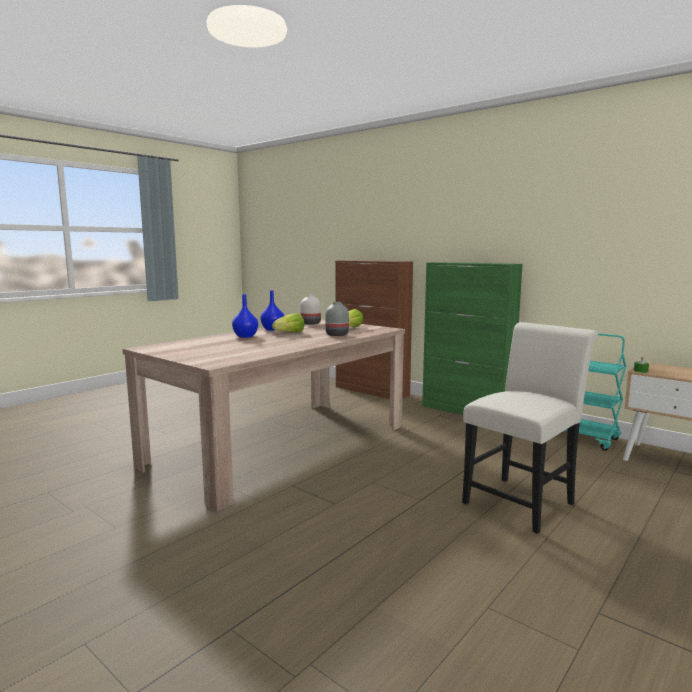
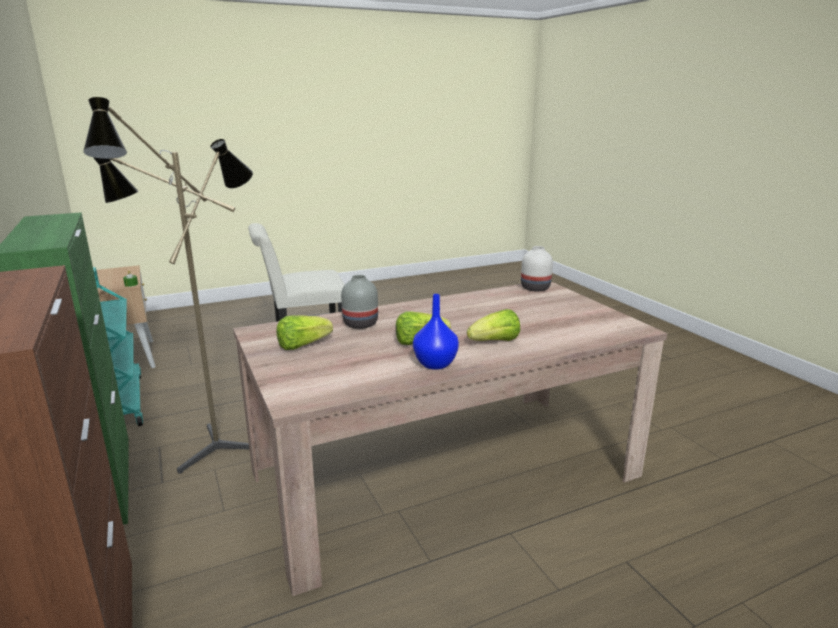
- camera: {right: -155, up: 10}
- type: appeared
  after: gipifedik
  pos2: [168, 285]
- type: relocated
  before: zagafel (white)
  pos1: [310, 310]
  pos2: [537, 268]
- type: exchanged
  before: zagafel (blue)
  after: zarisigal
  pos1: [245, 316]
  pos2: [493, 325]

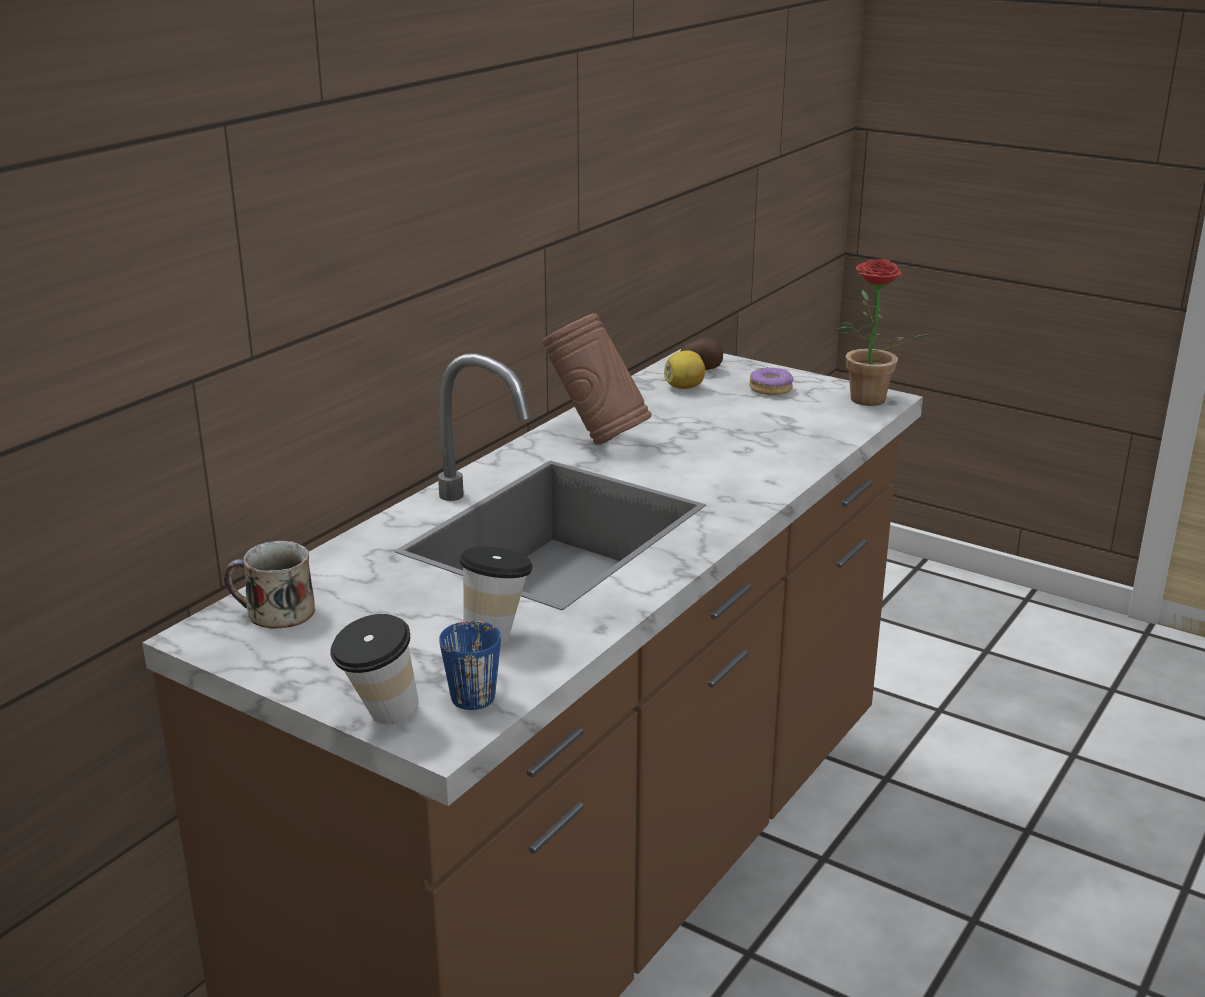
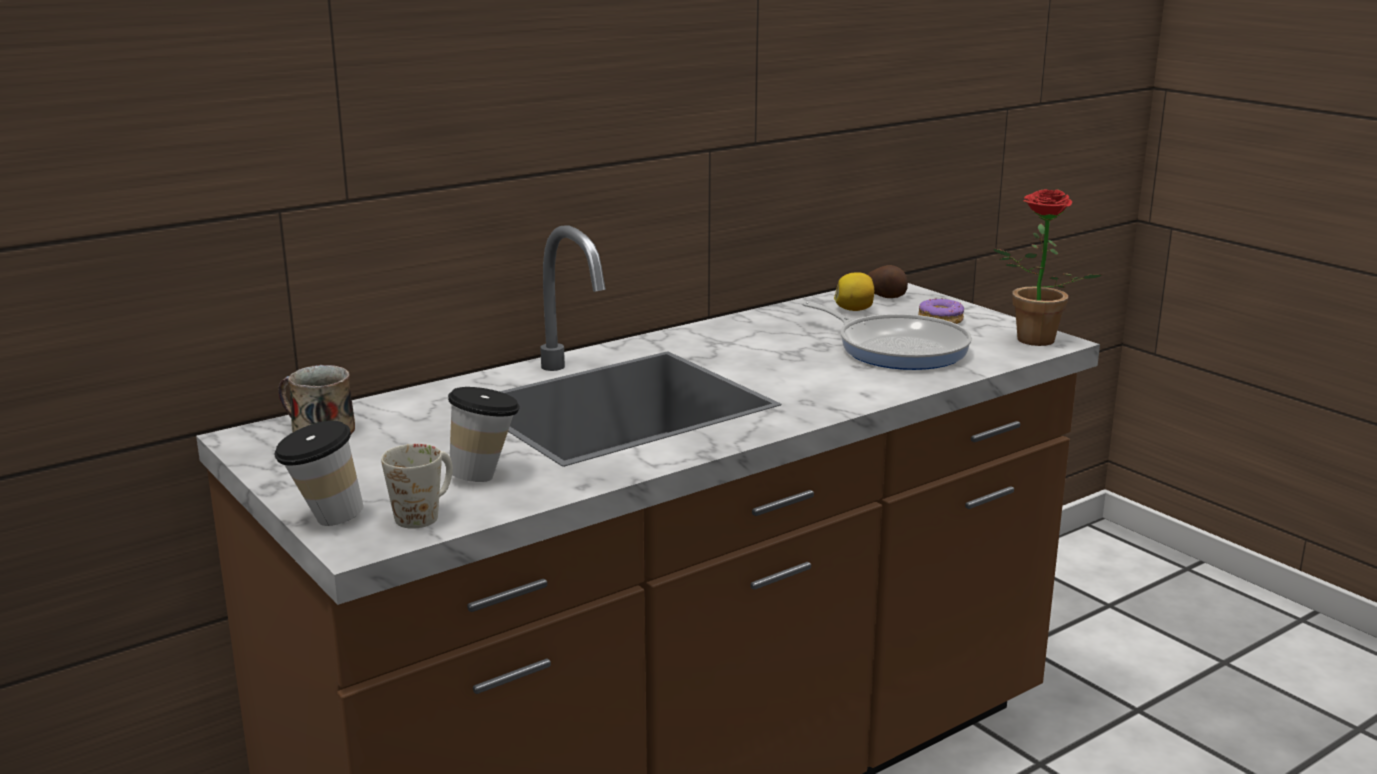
- camera: {right: 20, up: -5}
- type: missing
  before: zagafel (brown)
  pos1: [597, 379]
- type: appeared
  after: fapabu
  pos2: [887, 335]
- type: colour
  before: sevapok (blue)
  after: sevapok (white)
  pos1: [470, 665]
  pos2: [417, 486]

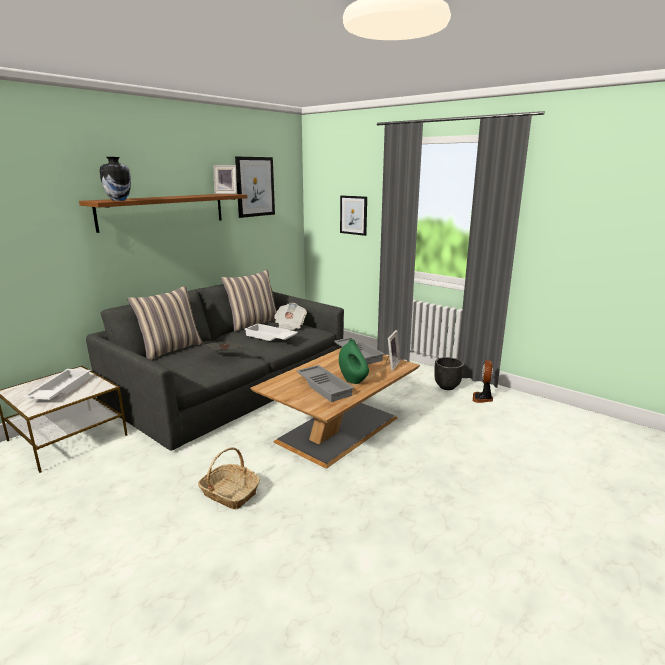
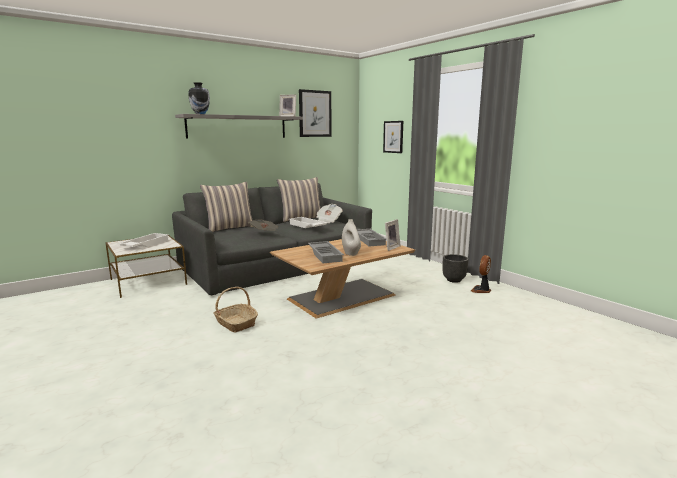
- camera: {right: 15, up: -5}
- type: colour
  before: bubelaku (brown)
  after: bubelaku (grey)
  pos1: [163, 213]
  pos2: [239, 126]
- type: colour
  before: zagafel (green)
  after: zagafel (white)
  pos1: [354, 361]
  pos2: [351, 237]

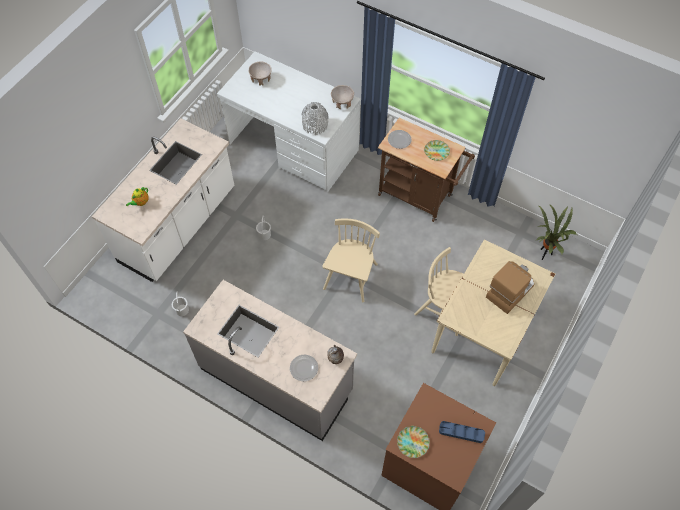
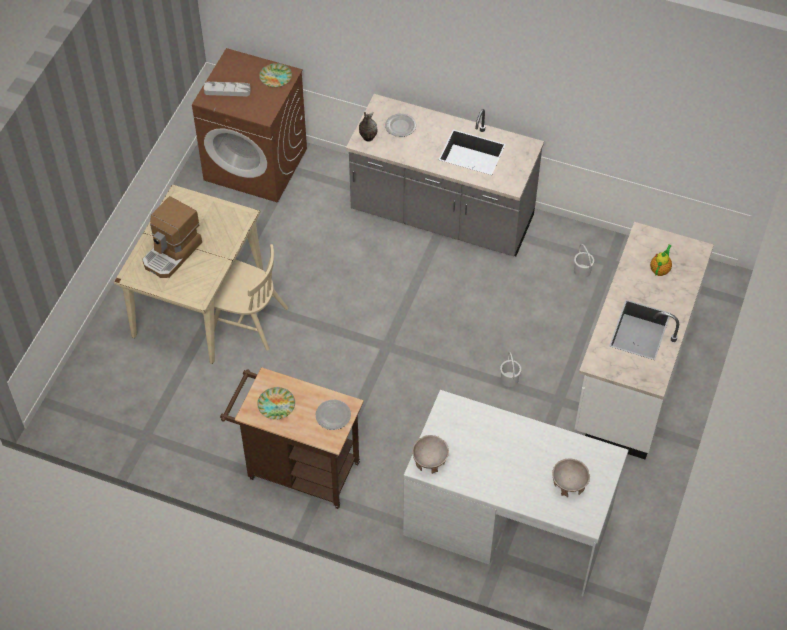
- camera: {right: 170, up: -5}
- type: missing
  before: zagafel (grey)
  pos1: [315, 118]
- type: missing
  before: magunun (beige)
  pos1: [351, 260]
- type: missing
  before: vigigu
  pos1: [556, 232]
- type: colour
  before: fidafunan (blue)
  after: fidafunan (grey)
  pos1: [462, 432]
  pos2: [227, 89]

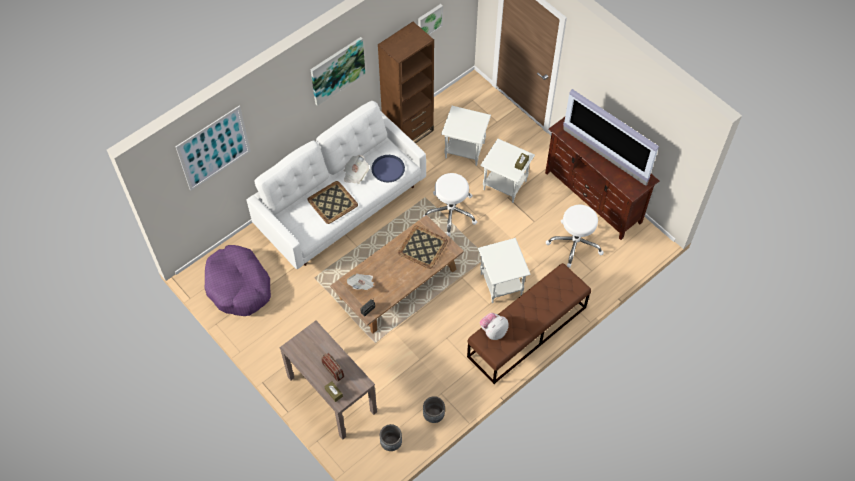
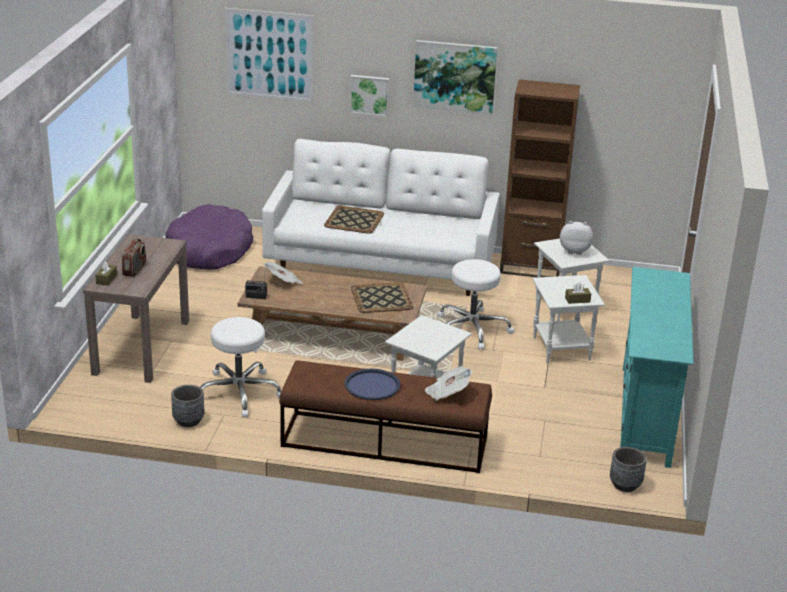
- camera: {right: 50, up: -30}
- type: missing
  before: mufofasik
  pos1: [611, 137]
- type: relocated
  before: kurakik
  pos1: [356, 169]
  pos2: [449, 383]
- type: relocated
  before: fidafunan (blue)
  pos1: [388, 169]
  pos2: [372, 384]
- type: relocated
  before: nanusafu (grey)
  pos1: [391, 437]
  pos2: [628, 469]
- type: relocated
  before: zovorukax
  pos1: [430, 19]
  pos2: [370, 96]
- type: relocated
  before: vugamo
  pos1: [494, 326]
  pos2: [576, 238]
- type: relocated
  before: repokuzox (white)
  pos1: [575, 236]
  pos2: [240, 367]
- type: colour
  before: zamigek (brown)
  after: zamigek (turquoise)
  pos1: [602, 178]
  pos2: [657, 367]

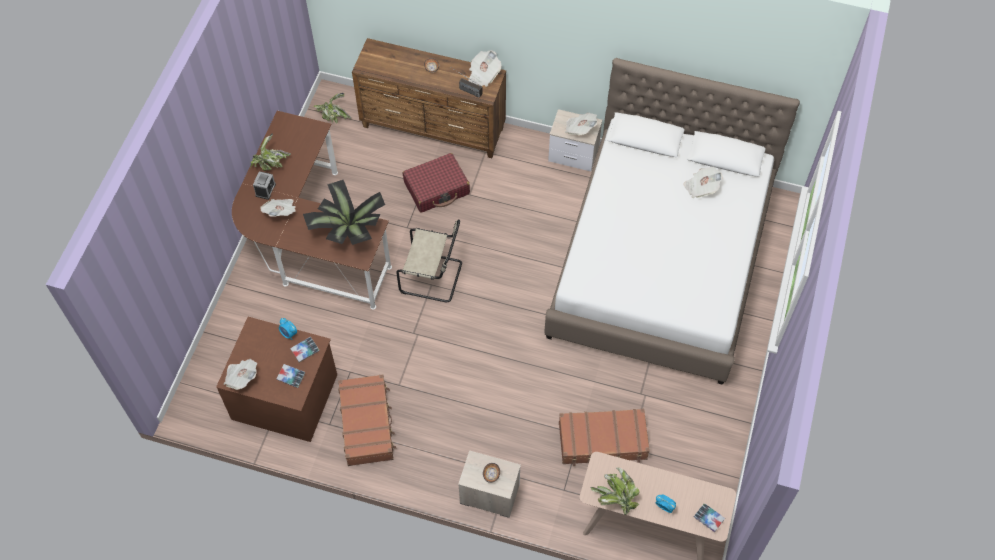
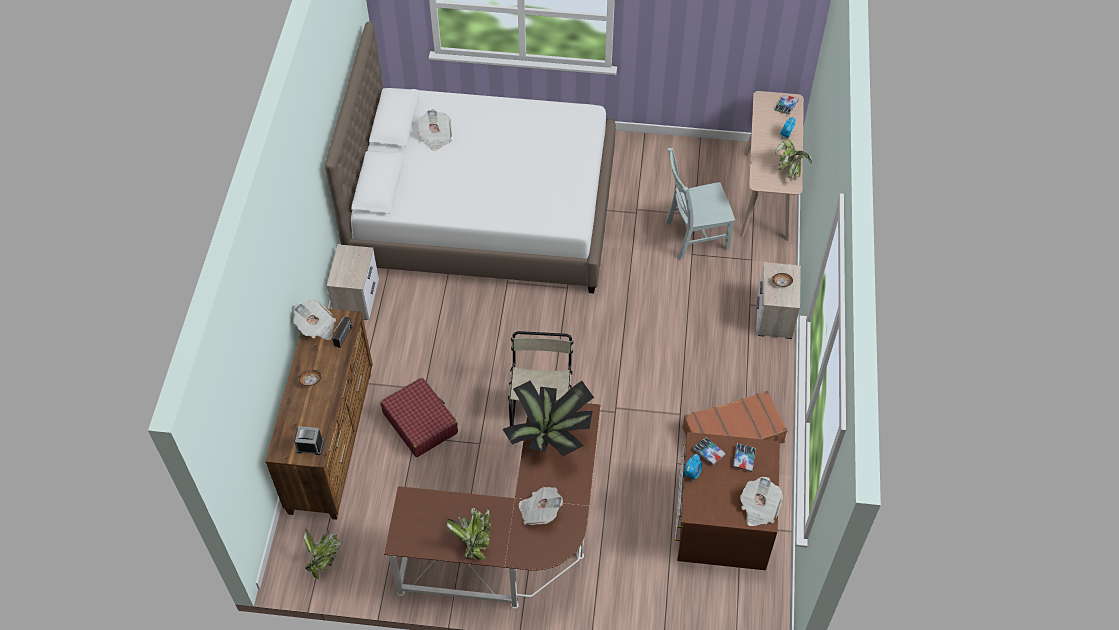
- camera: {right: -100, up: -5}
- type: missing
  before: kurakik
  pos1: [581, 124]
- type: relocated
  before: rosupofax
  pos1: [264, 186]
  pos2: [309, 440]
- type: exchanged
  before: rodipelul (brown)
  after: magunun (grey)
  pos1: [604, 437]
  pos2: [700, 204]

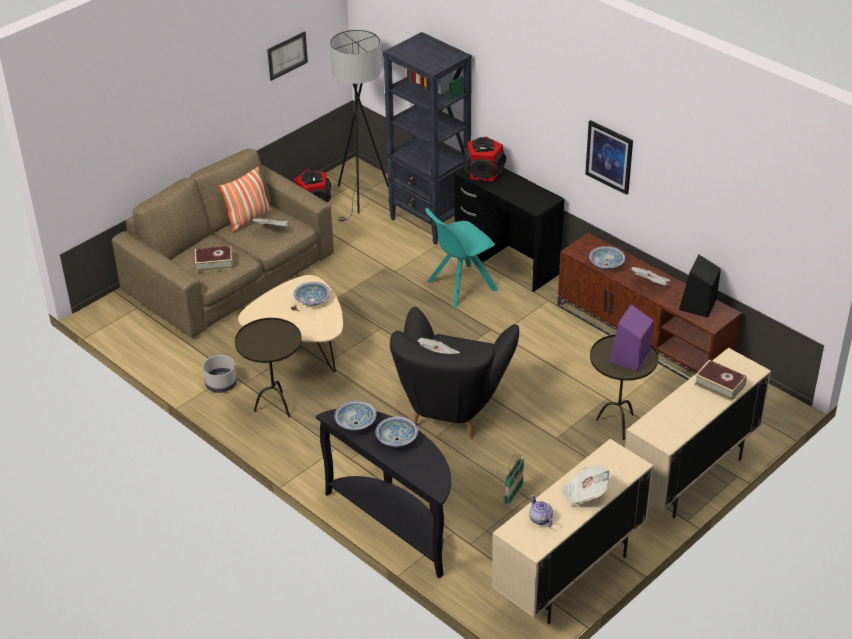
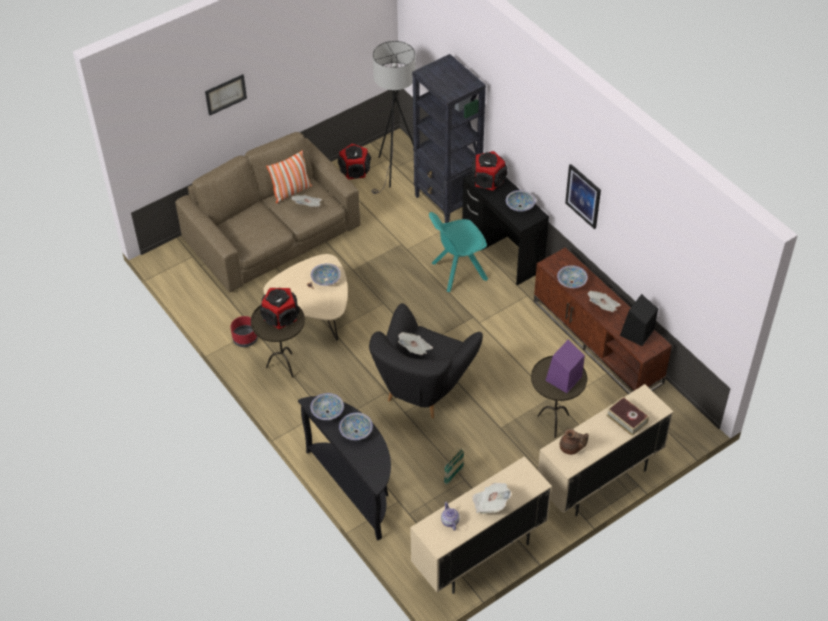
- camera: {right: 10, up: 10}
- type: missing
  before: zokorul
  pos1: [214, 259]
- type: appeared
  after: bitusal
  pos2: [279, 308]
- type: appeared
  after: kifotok
  pos2: [520, 201]
- type: appeared
  after: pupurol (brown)
  pos2: [574, 442]
- type: relocated
  before: zovorukax
  pos1: [287, 56]
  pos2: [226, 95]
- type: colour
  before: nanusafu (grey)
  after: nanusafu (red)
  pos1: [220, 374]
  pos2: [244, 331]

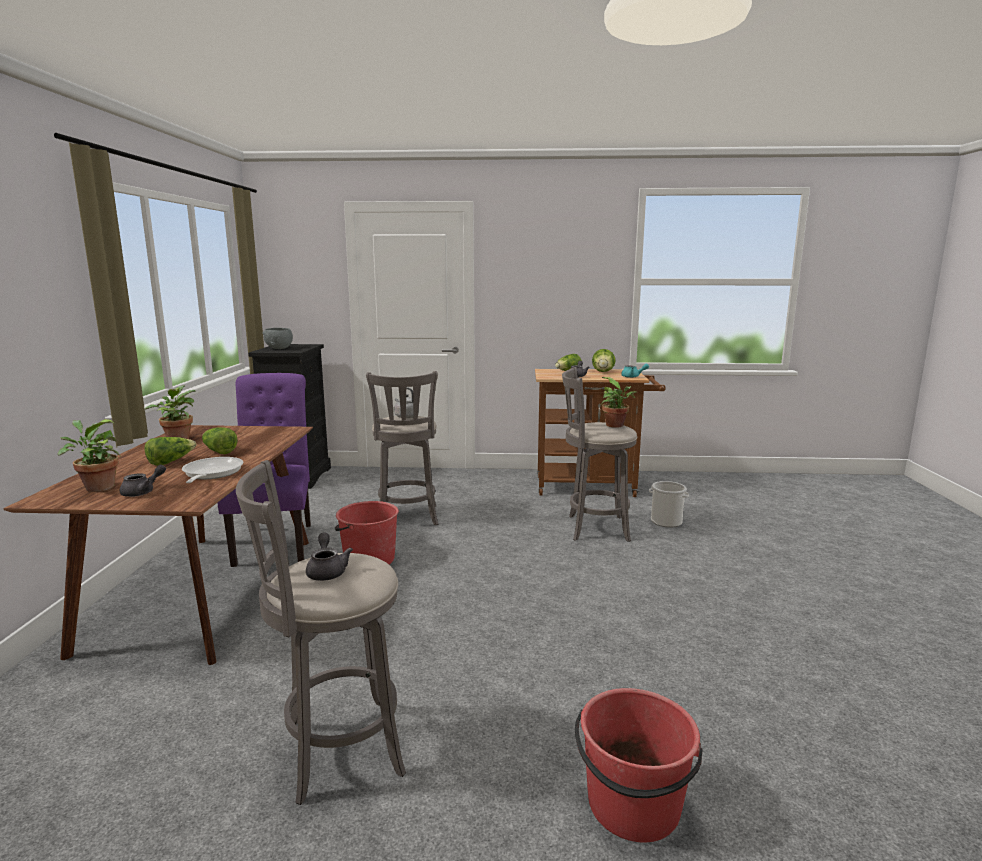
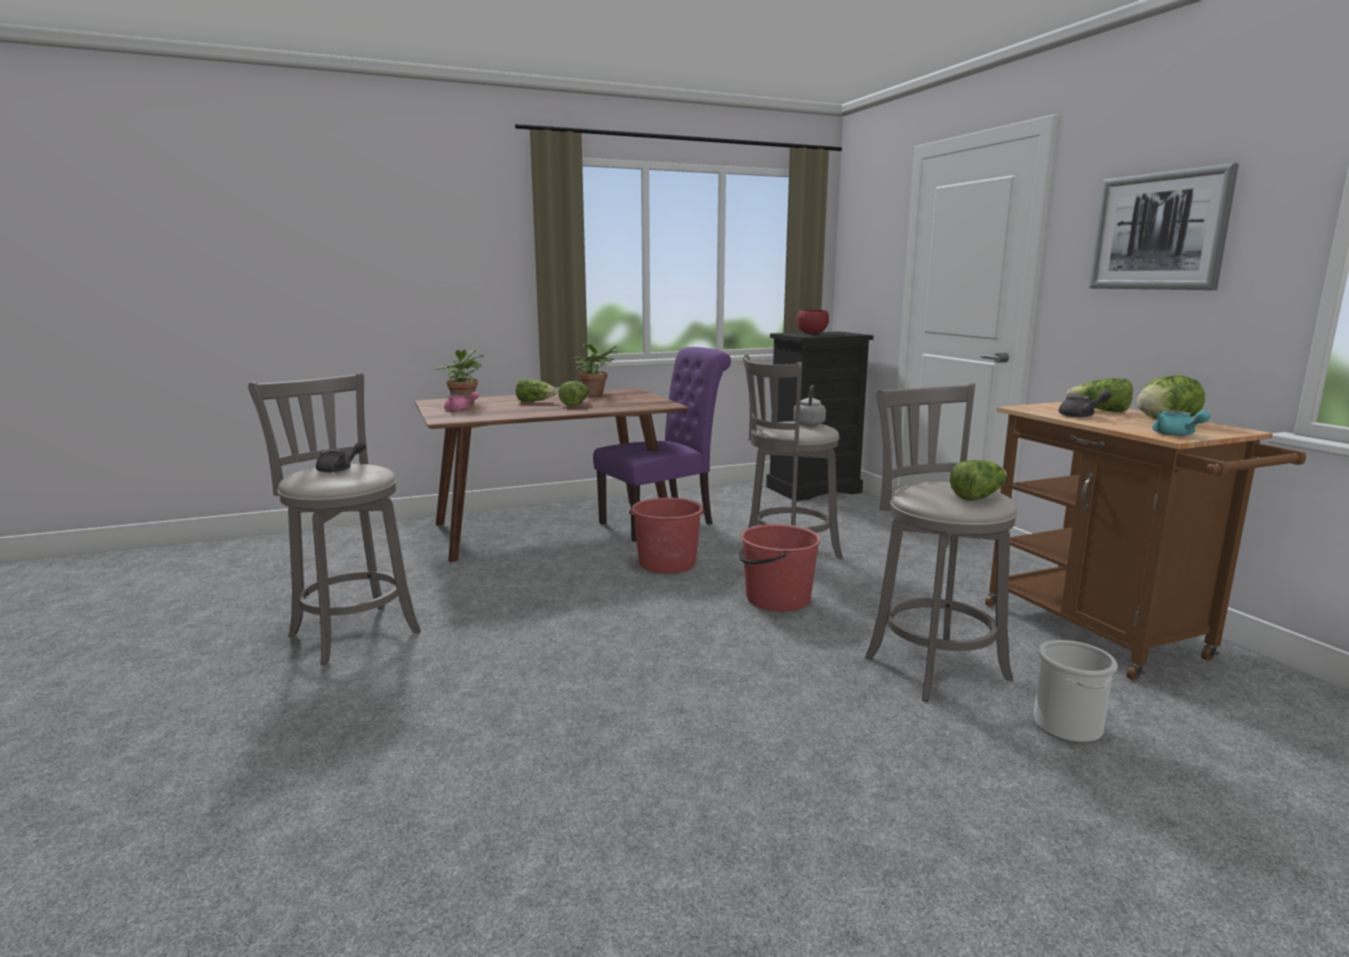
- camera: {right: 65, up: 0}
- type: missing
  before: fapabu
  pos1: [212, 470]
- type: appeared
  after: zovorukax
  pos2: [1164, 226]
- type: relocated
  before: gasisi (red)
  pos1: [639, 765]
  pos2: [780, 568]
- type: exchanged
  before: vigigu
  after: zarisigal
  pos1: [618, 402]
  pos2: [978, 480]
- type: colour
  before: pupurol (grey)
  after: pupurol (pink)
  pos1: [143, 480]
  pos2: [461, 401]
- type: colour
  before: kifotok (grey)
  after: kifotok (red)
  pos1: [277, 338]
  pos2: [813, 322]

